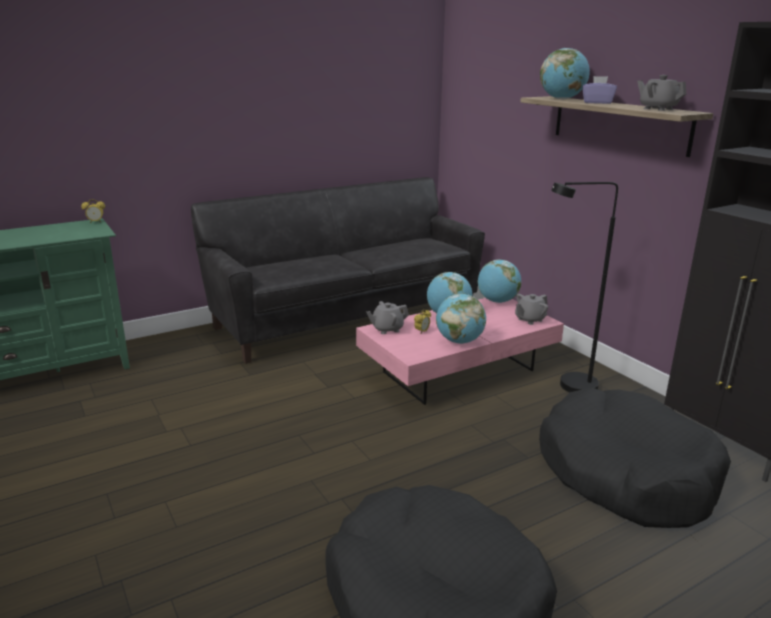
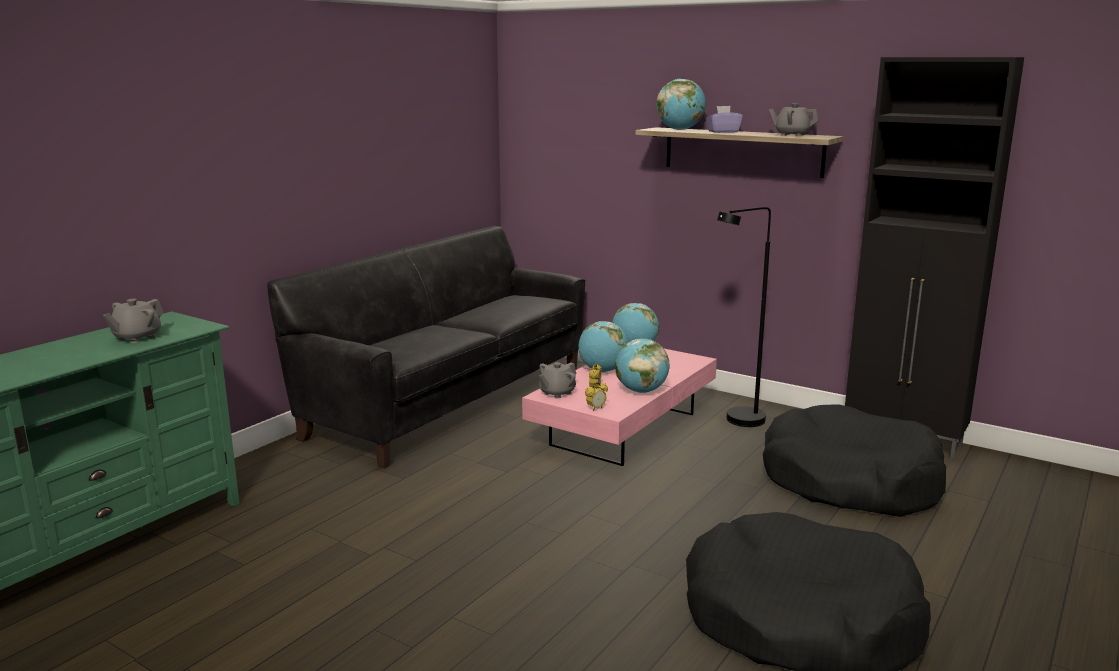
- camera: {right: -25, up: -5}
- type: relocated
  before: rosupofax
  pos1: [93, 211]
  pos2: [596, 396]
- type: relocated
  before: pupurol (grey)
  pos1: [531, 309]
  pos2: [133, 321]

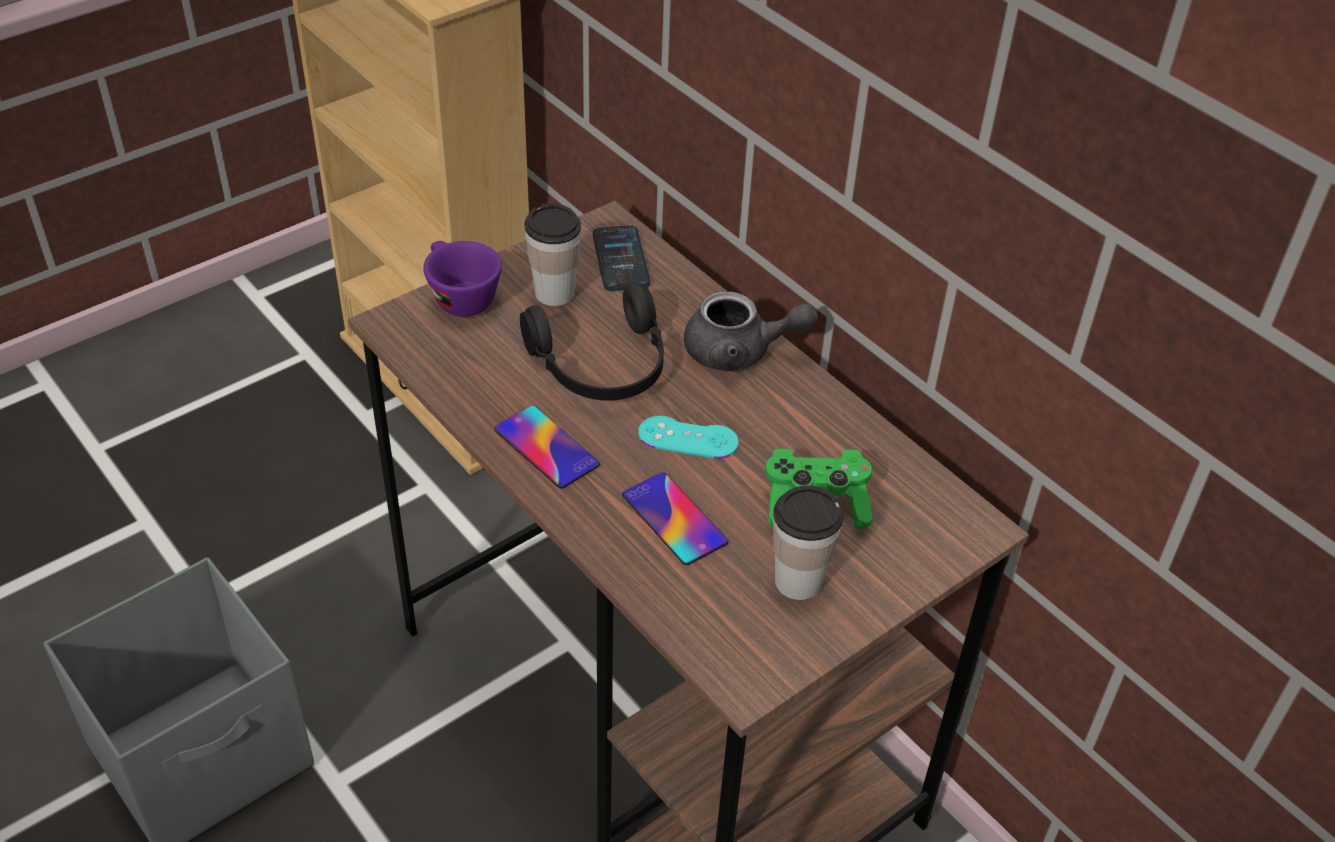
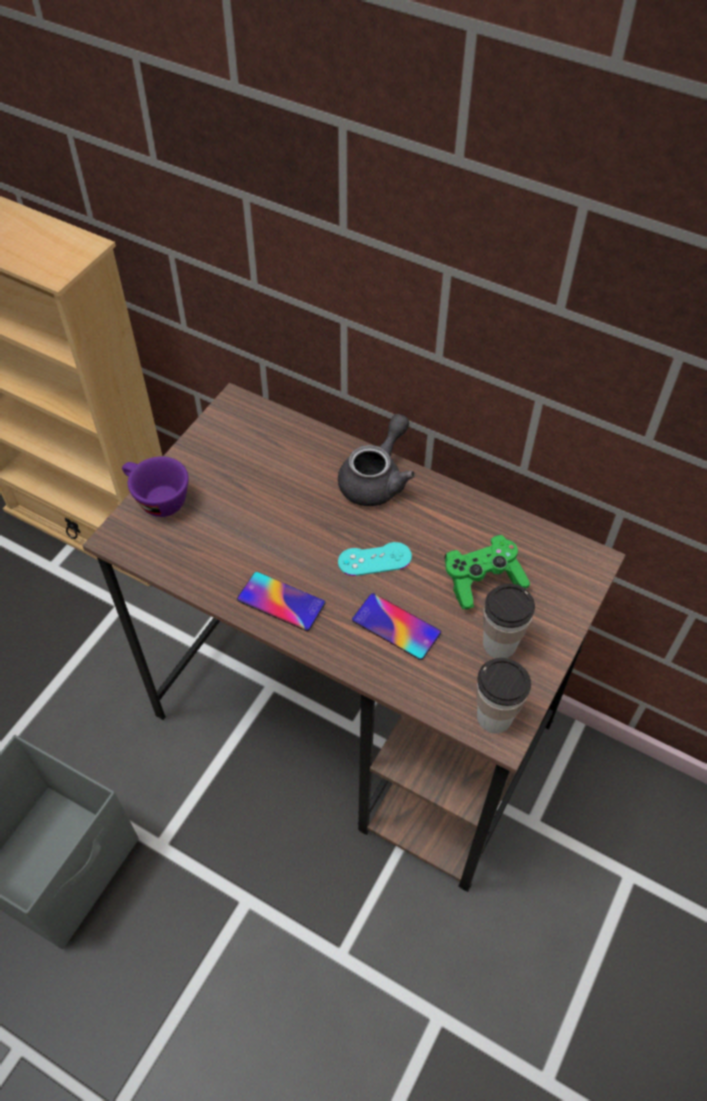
- camera: {right: -20, up: 10}
- type: missing
  before: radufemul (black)
  pos1: [592, 342]
- type: missing
  before: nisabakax
  pos1: [621, 258]
- type: relocated
  before: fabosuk
  pos1: [552, 255]
  pos2: [504, 695]
- type: spun
  before: pupurol (grey)
  pos1: [751, 331]
  pos2: [376, 460]
  turn: -45

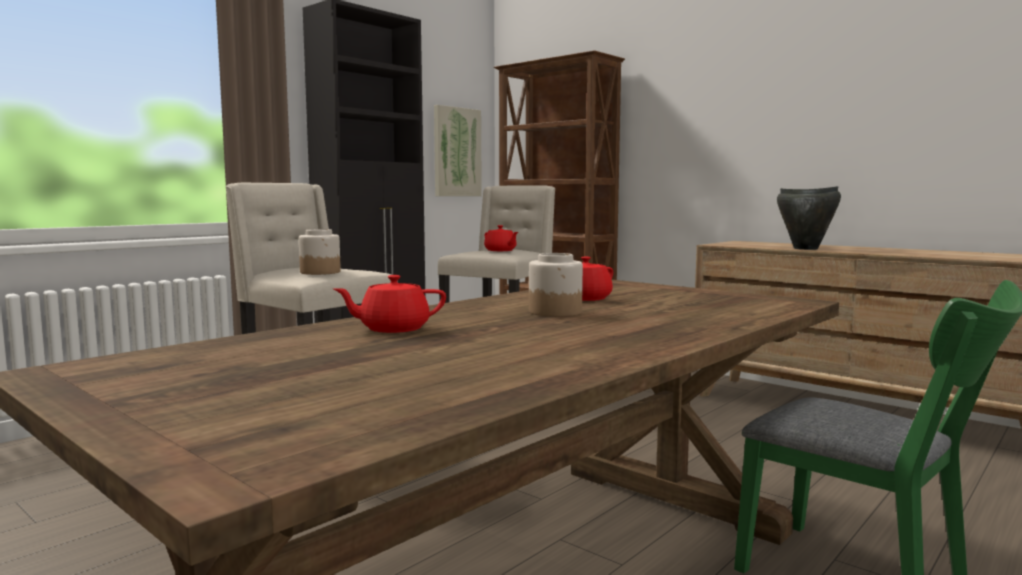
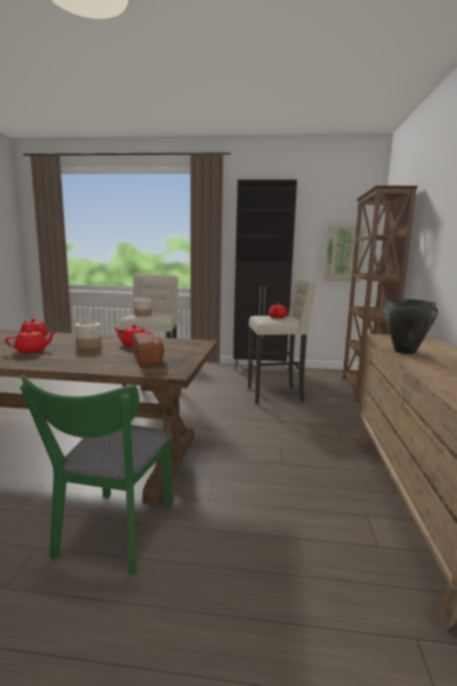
- camera: {right: 55, up: 5}
- type: appeared
  after: pupurol (red)
  pos2: [31, 340]
- type: appeared
  after: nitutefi
  pos2: [148, 350]

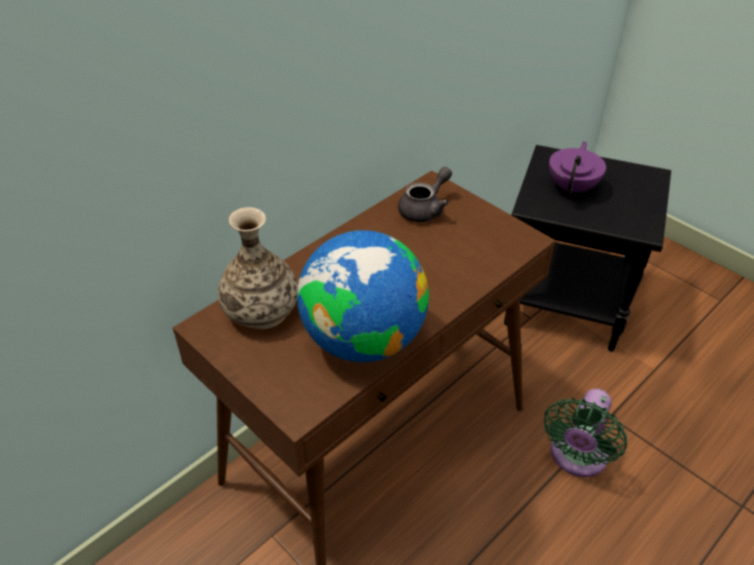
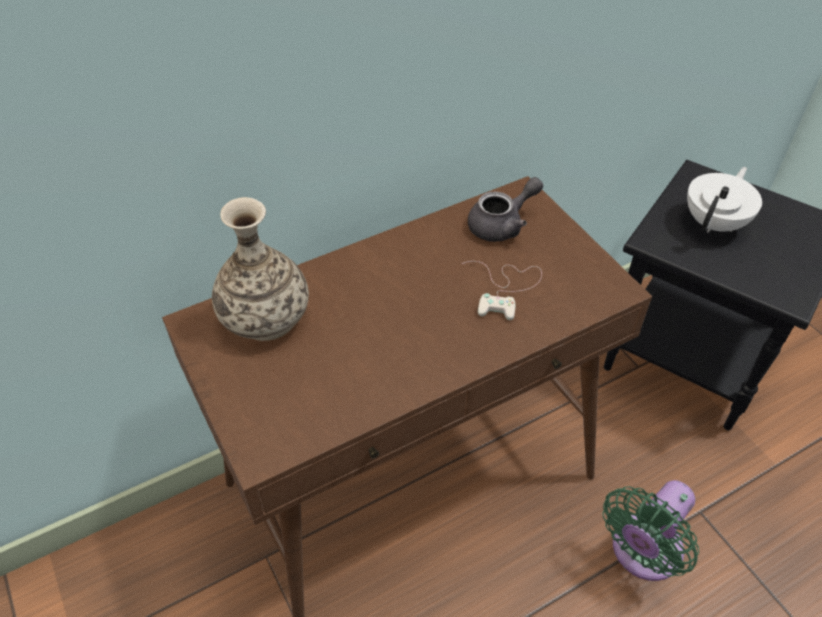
- camera: {right: 15, up: 5}
- type: missing
  before: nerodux
  pos1: [363, 296]
- type: appeared
  after: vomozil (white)
  pos2: [502, 290]
- type: colour
  before: pupurol (purple)
  after: pupurol (white)
  pos1: [577, 168]
  pos2: [724, 200]

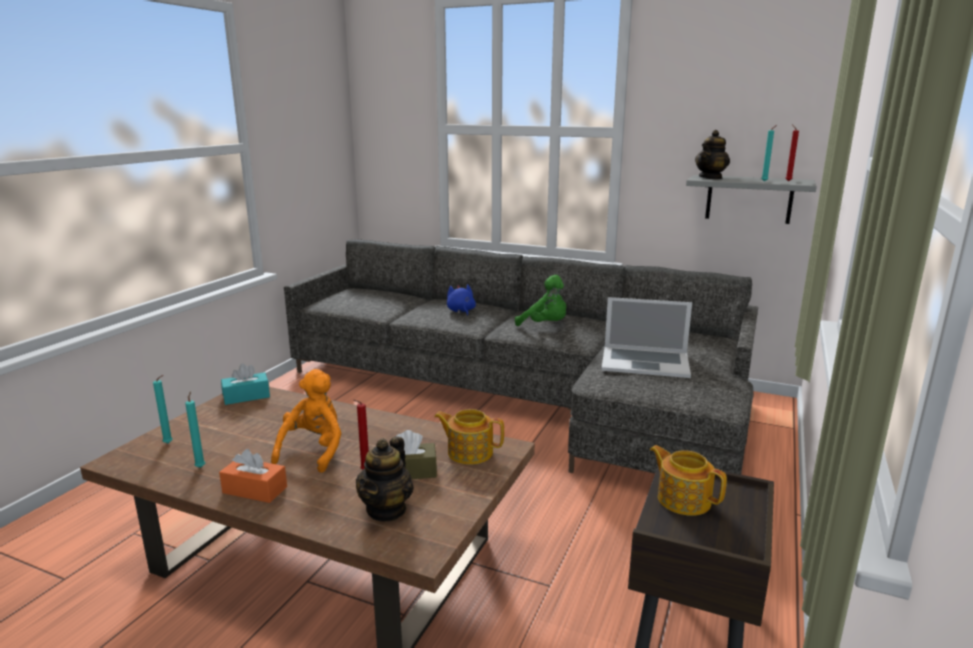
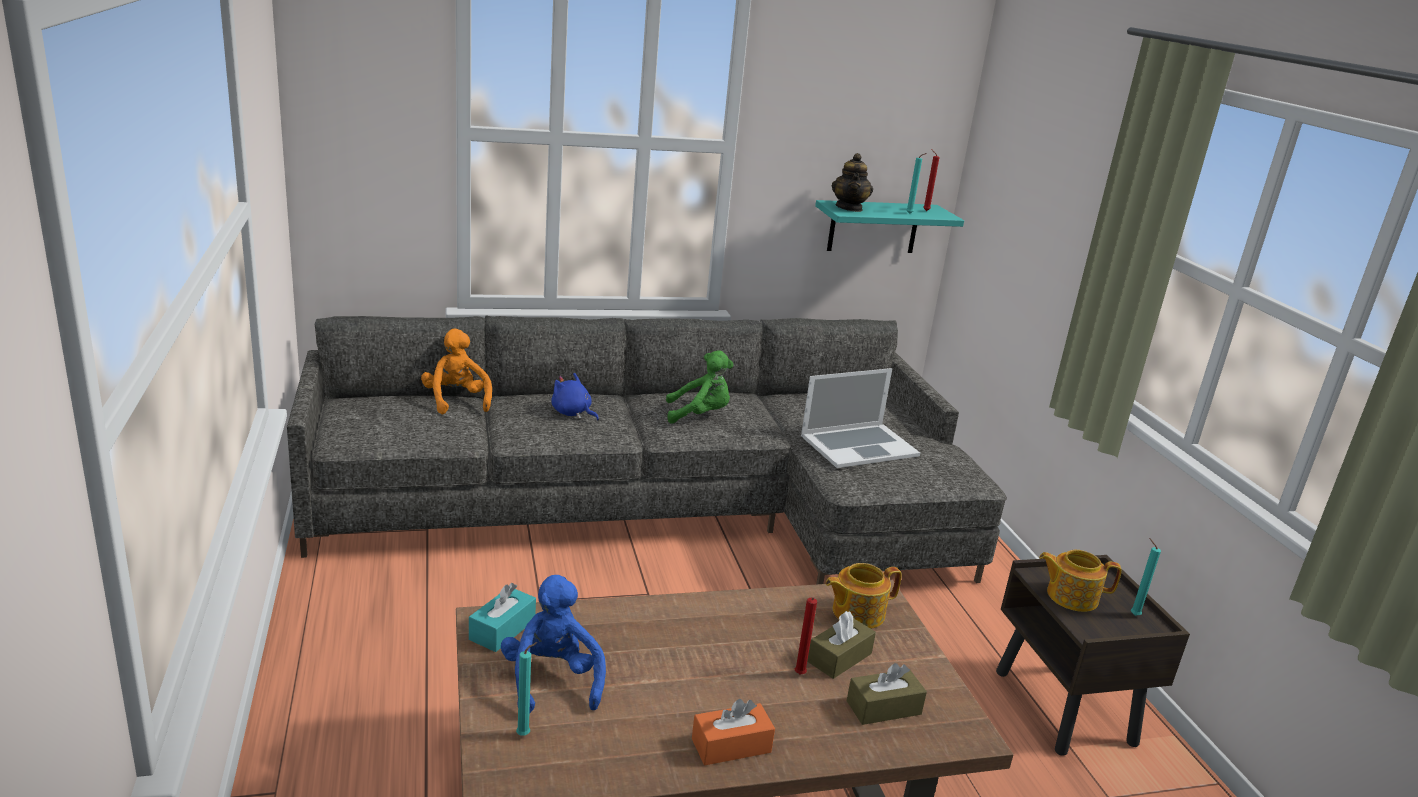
- camera: {right: -40, up: 5}
- type: appeared
  after: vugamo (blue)
  pos2: [553, 644]
- type: relocated
  before: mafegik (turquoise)
  pos1: [195, 429]
  pos2: [1146, 577]
- type: relocated
  before: vugamo (orange)
  pos1: [306, 421]
  pos2: [456, 372]
- type: exchanged
  before: pupurol
  after: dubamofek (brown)
  pos1: [385, 479]
  pos2: [887, 694]
- type: colour
  before: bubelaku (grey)
  after: bubelaku (turquoise)
  pos1: [751, 199]
  pos2: [889, 226]

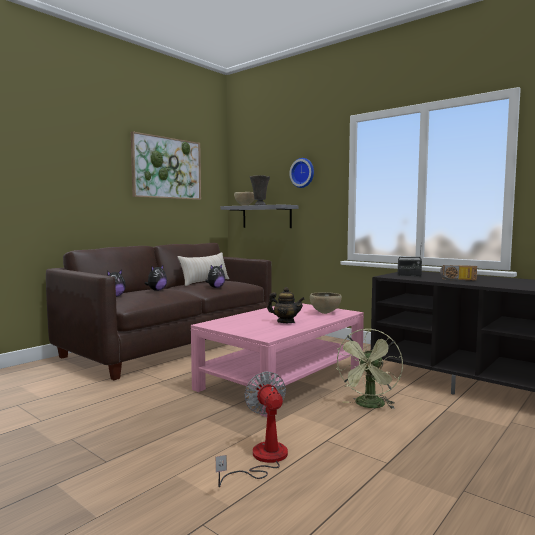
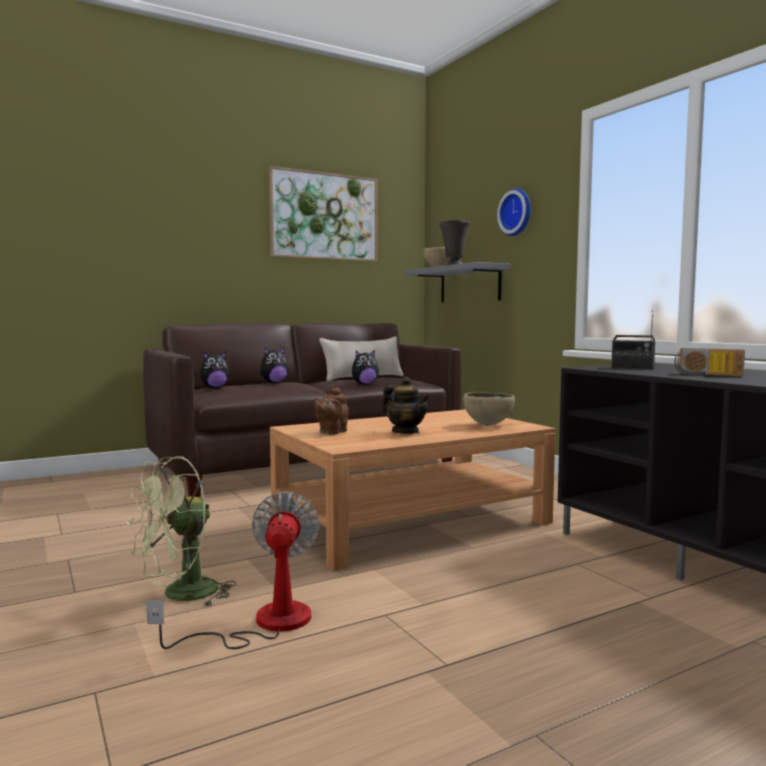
- camera: {right: 20, up: 0}
- type: appeared
  after: pupurol (brown)
  pos2: [331, 411]
- type: relocated
  before: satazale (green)
  pos1: [369, 369]
  pos2: [181, 531]
- type: colour
  before: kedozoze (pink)
  after: kedozoze (brown)
  pos1: [277, 359]
  pos2: [413, 490]

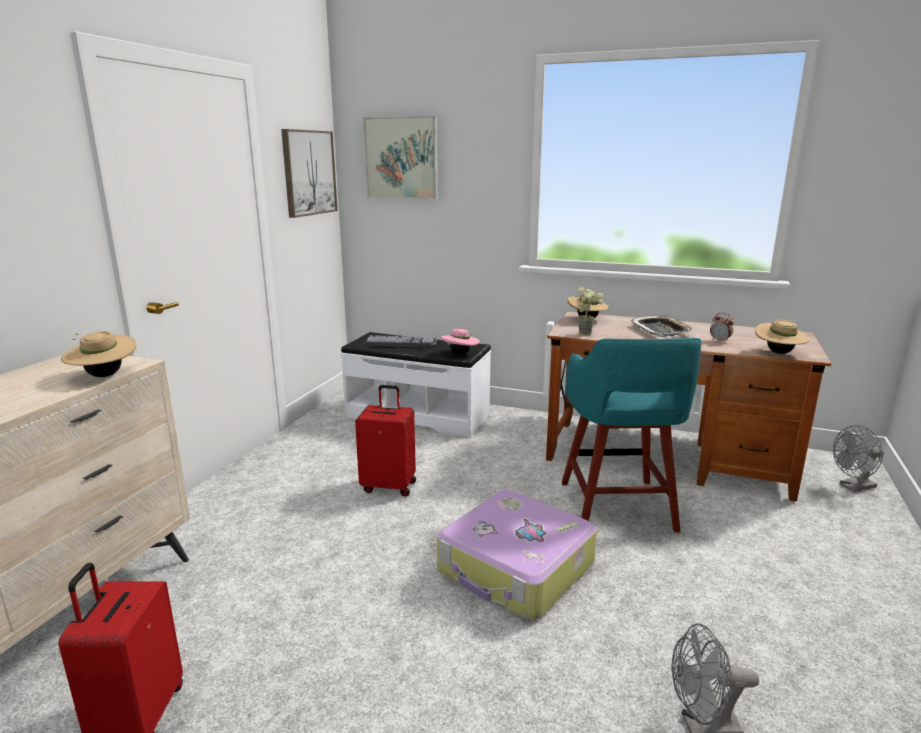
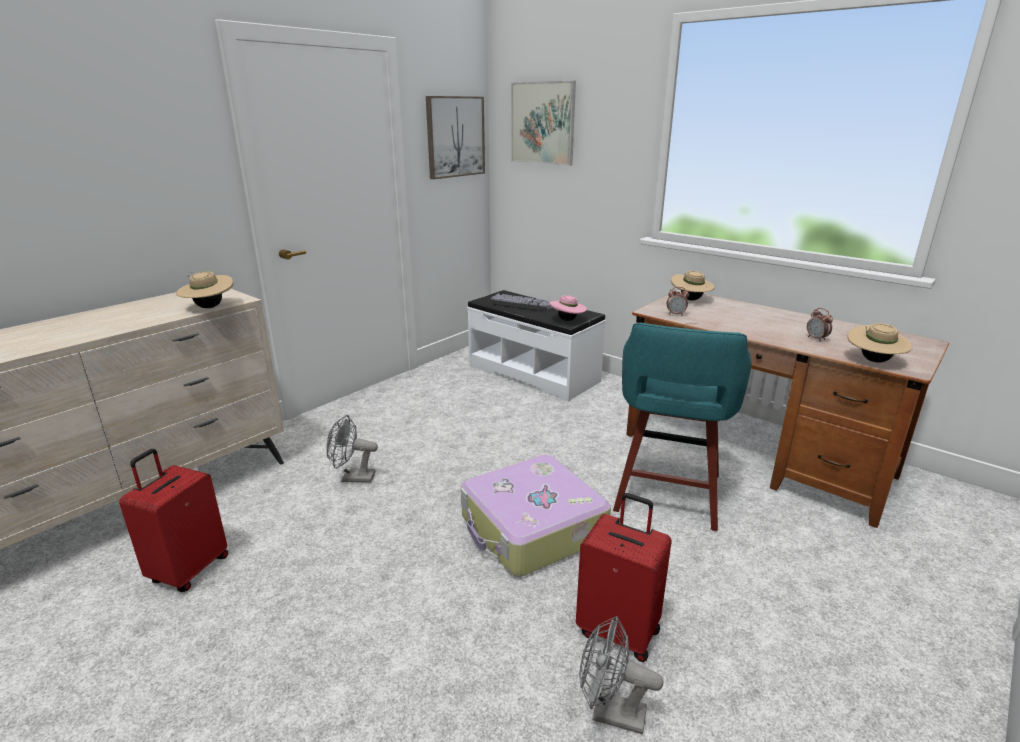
- camera: {right: 20, up: 5}
- type: missing
  before: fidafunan
  pos1: [662, 326]
- type: relocated
  before: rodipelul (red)
  pos1: [385, 441]
  pos2: [624, 577]
- type: relocated
  before: satazale (grey)
  pos1: [858, 458]
  pos2: [352, 449]
- type: exchanged
  before: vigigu
  after: rosupofax
  pos1: [590, 310]
  pos2: [678, 301]

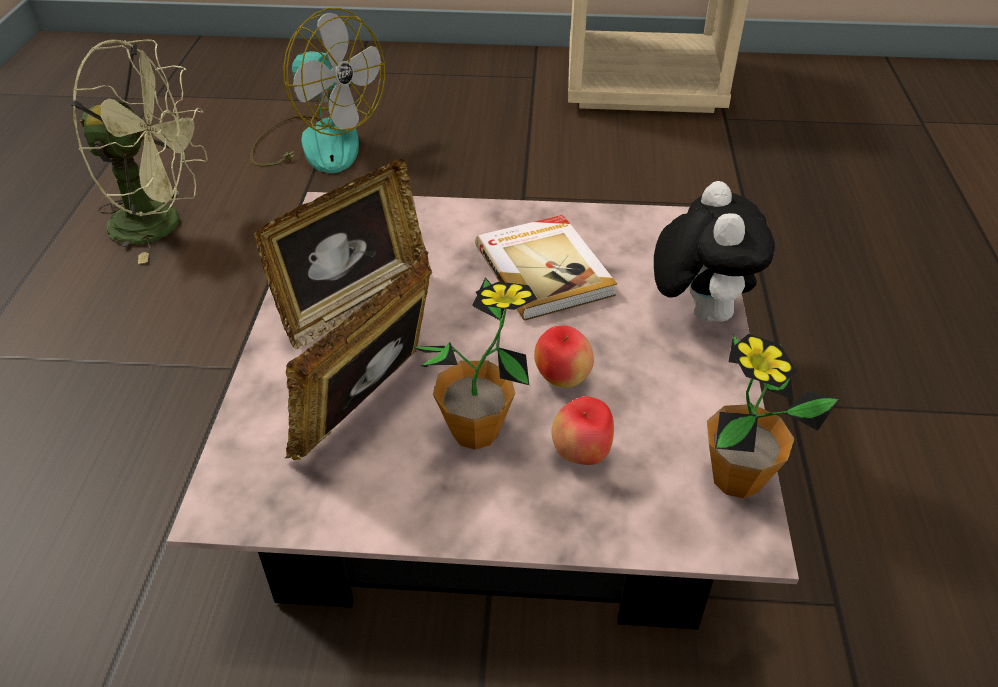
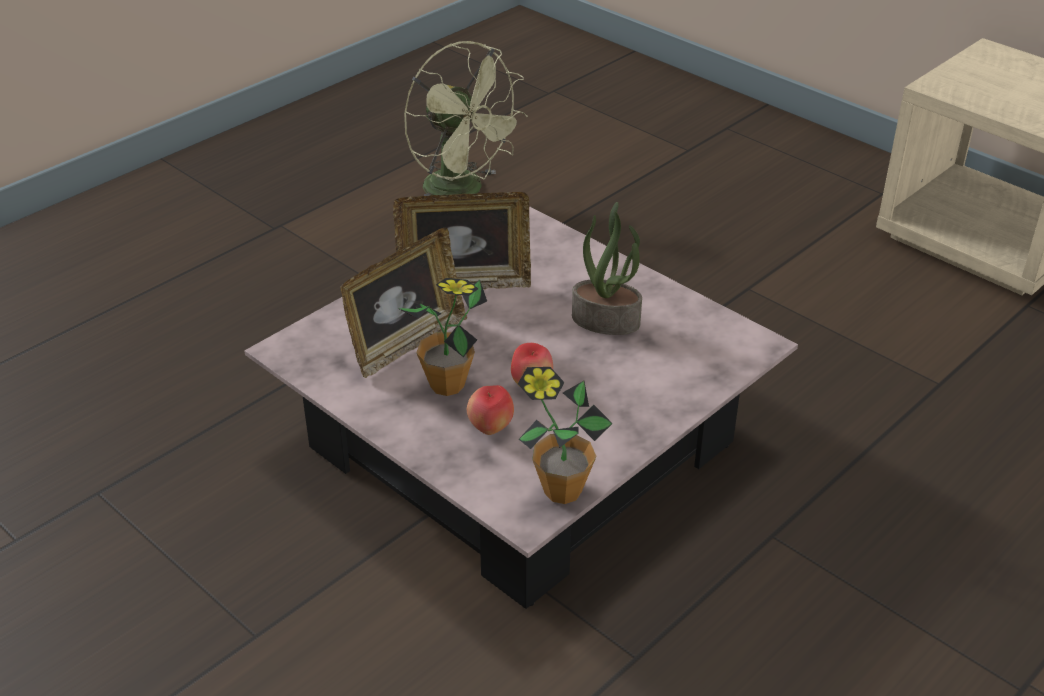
- camera: {right: 40, up: -5}
- type: missing
  before: satazale
  pos1: [317, 90]
- type: missing
  before: vugamo
  pos1: [714, 251]
- type: exchanged
  before: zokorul
  after: vigigu
  pos1: [546, 268]
  pos2: [607, 268]
- type: spun
  before: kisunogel
  pos1: [358, 355]
  pos2: [403, 303]
  turn: 150

